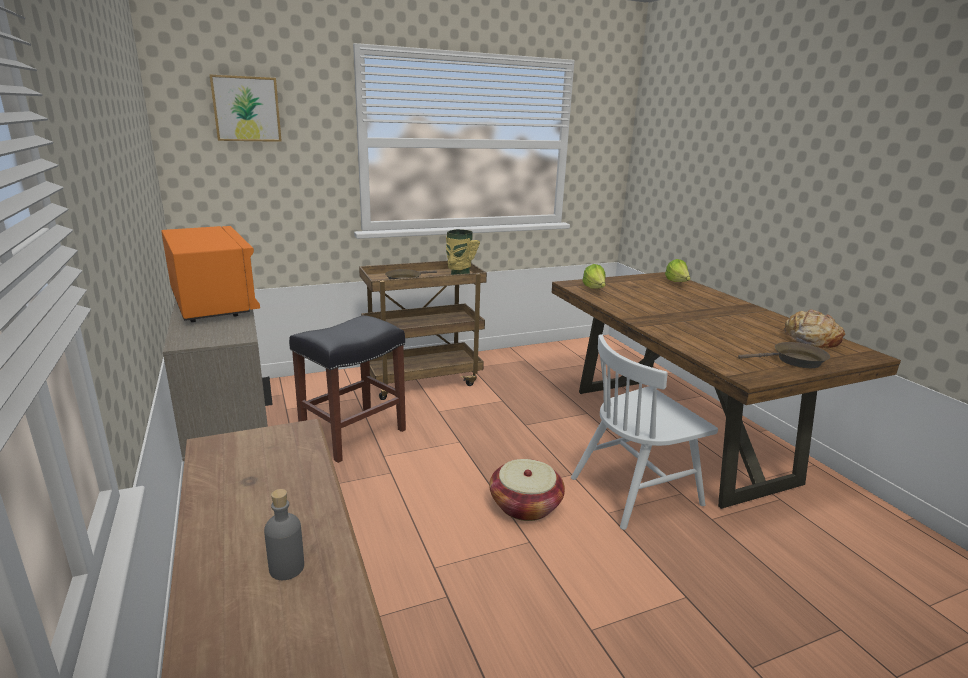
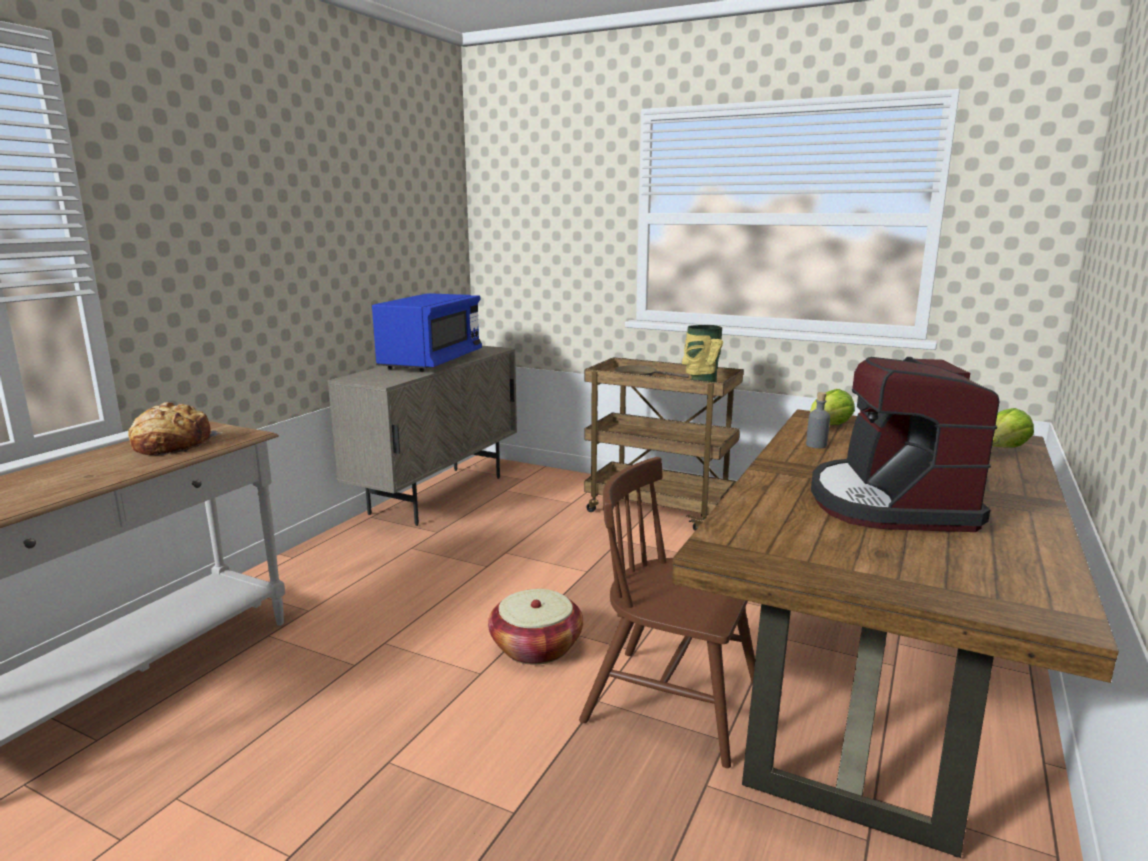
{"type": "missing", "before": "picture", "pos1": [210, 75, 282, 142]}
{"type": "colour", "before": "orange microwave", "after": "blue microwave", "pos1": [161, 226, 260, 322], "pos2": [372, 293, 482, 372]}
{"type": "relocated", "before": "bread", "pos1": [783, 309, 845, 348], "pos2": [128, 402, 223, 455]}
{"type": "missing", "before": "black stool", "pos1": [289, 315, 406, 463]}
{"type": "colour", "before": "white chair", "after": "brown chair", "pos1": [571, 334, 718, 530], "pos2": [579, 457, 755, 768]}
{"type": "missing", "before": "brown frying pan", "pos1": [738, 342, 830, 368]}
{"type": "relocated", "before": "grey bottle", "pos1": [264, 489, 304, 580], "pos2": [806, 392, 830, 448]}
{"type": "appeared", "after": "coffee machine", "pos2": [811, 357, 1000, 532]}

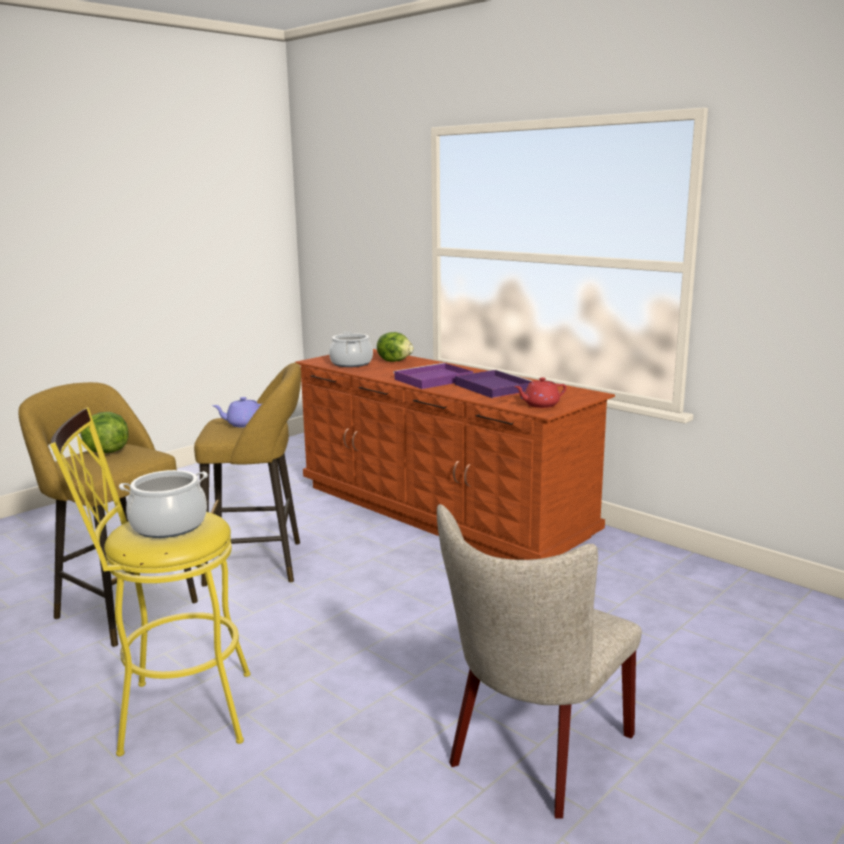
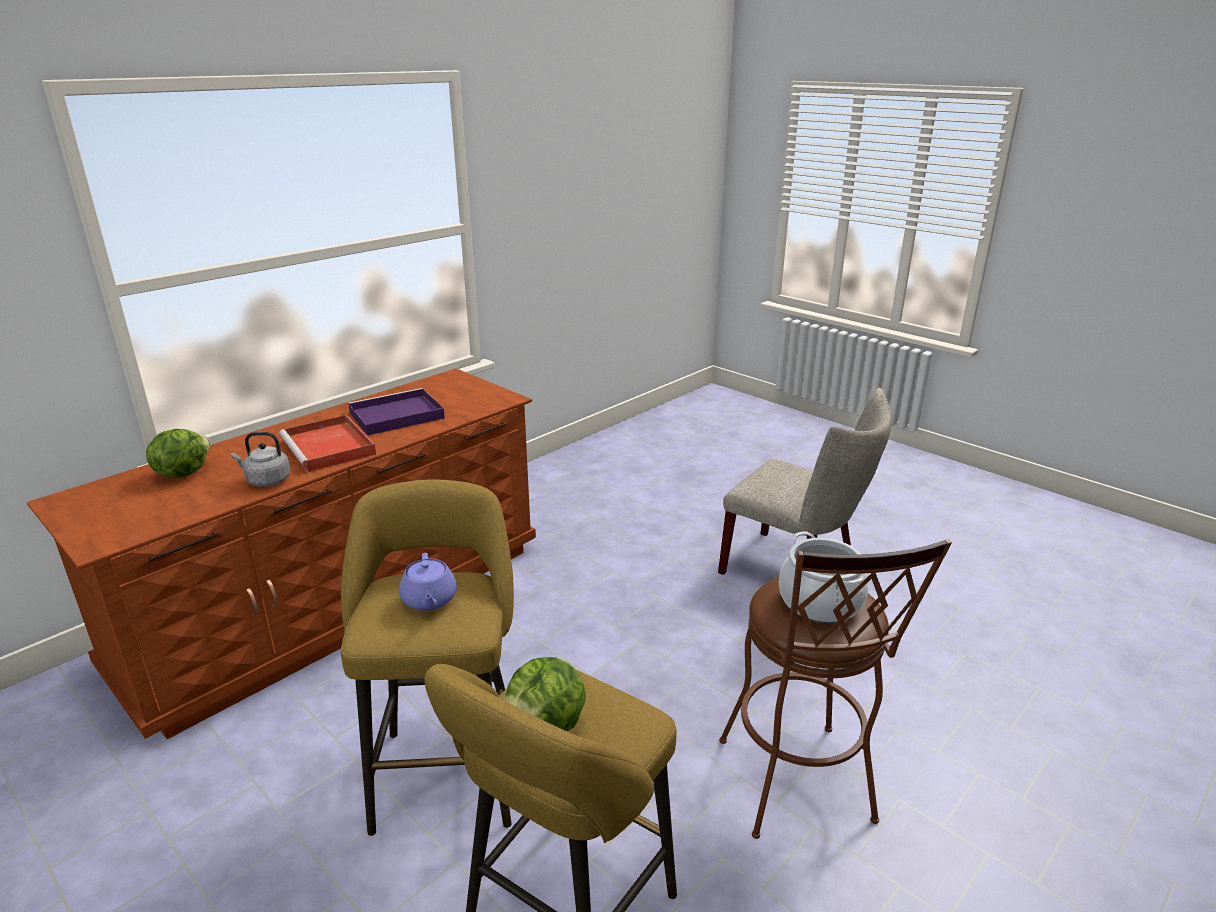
{"type": "missing", "before": "cooking pot", "pos1": [329, 332, 373, 367]}
{"type": "colour", "before": "purple tray", "after": "red tray", "pos1": [393, 363, 473, 389], "pos2": [279, 415, 376, 472]}
{"type": "missing", "before": "red teapot", "pos1": [514, 377, 567, 408]}
{"type": "colour", "before": "yellow stool", "after": "brown stool", "pos1": [50, 408, 251, 756], "pos2": [719, 539, 952, 839]}
{"type": "appeared", "after": "grey kettle", "pos2": [231, 432, 291, 487]}

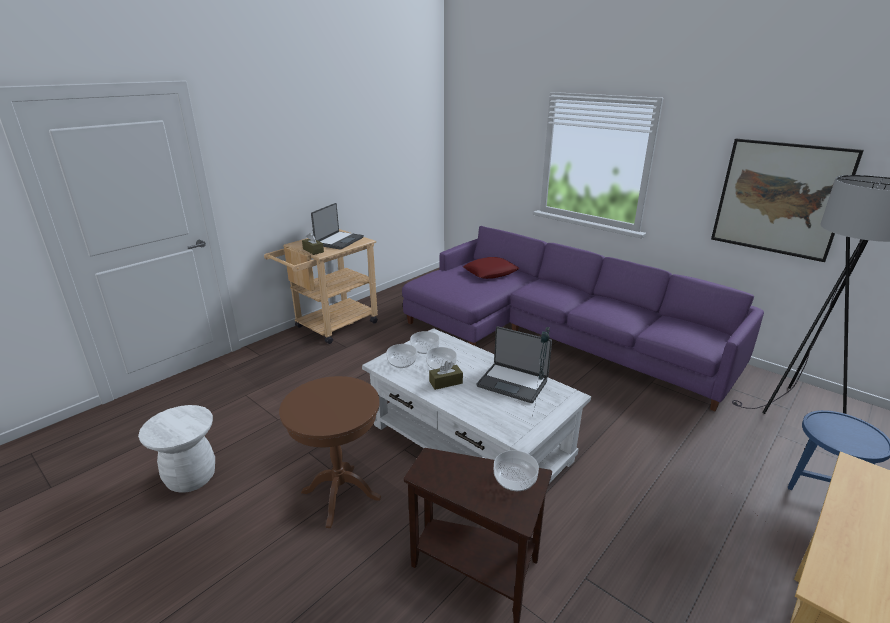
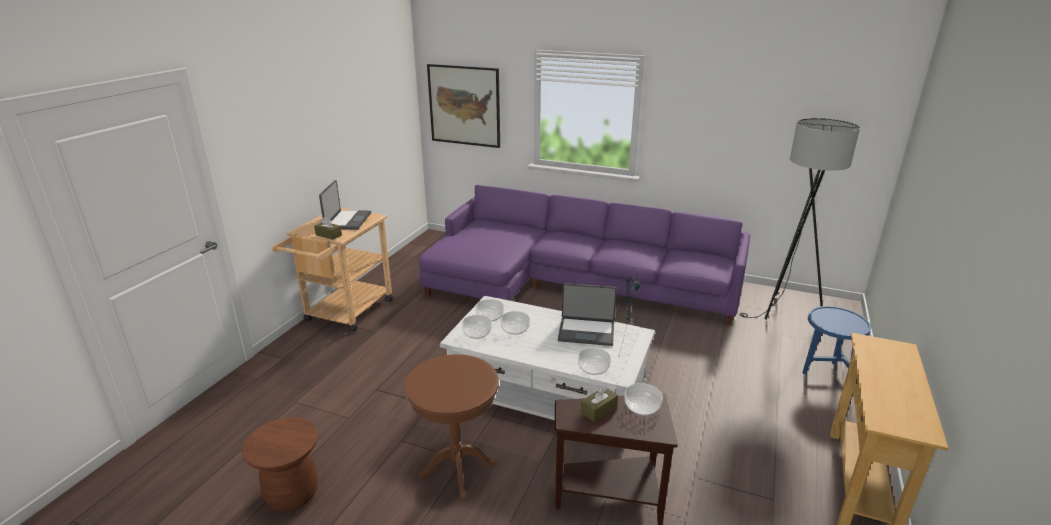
{"type": "relocated", "before": "picture", "pos1": [711, 139, 864, 262], "pos2": [427, 64, 500, 148]}
{"type": "missing", "before": "red pillow", "pos1": [463, 257, 519, 279]}
{"type": "relocated", "before": "brown tissue box", "pos1": [429, 361, 463, 390], "pos2": [581, 386, 618, 422]}
{"type": "colour", "before": "white stool", "after": "brown stool", "pos1": [138, 405, 215, 493], "pos2": [242, 417, 318, 511]}
{"type": "appeared", "after": "bowl", "pos2": [578, 348, 611, 375]}

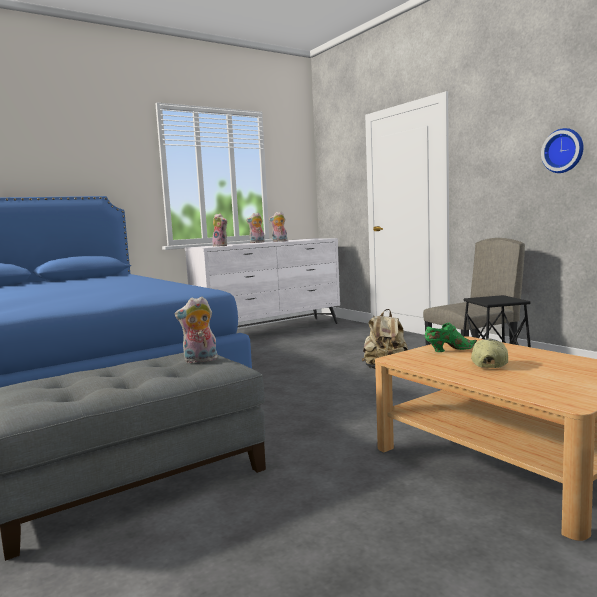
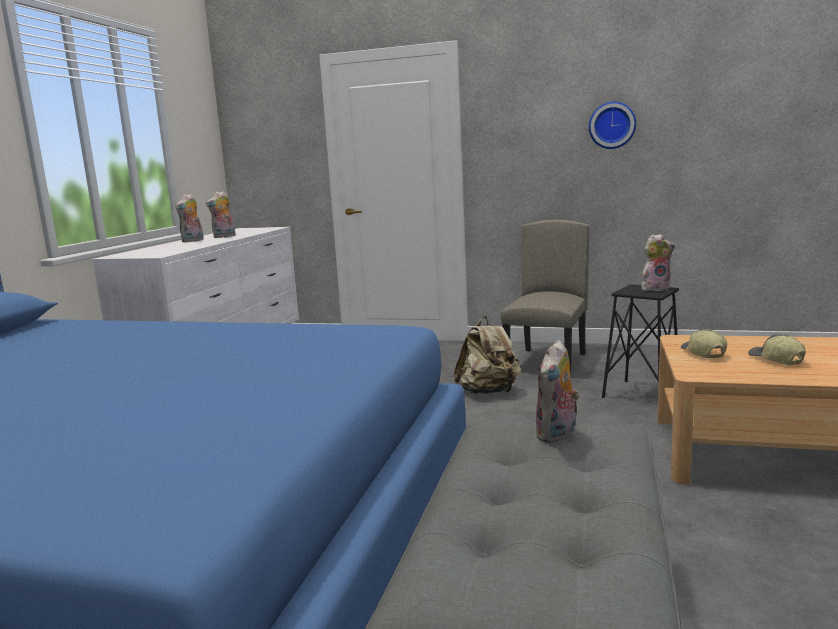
{"type": "relocated", "before": "plush toy", "pos1": [213, 214, 227, 247], "pos2": [641, 234, 675, 291]}
{"type": "exchanged", "before": "green shoe", "after": "cap", "pos1": [425, 323, 477, 352], "pos2": [681, 329, 727, 358]}

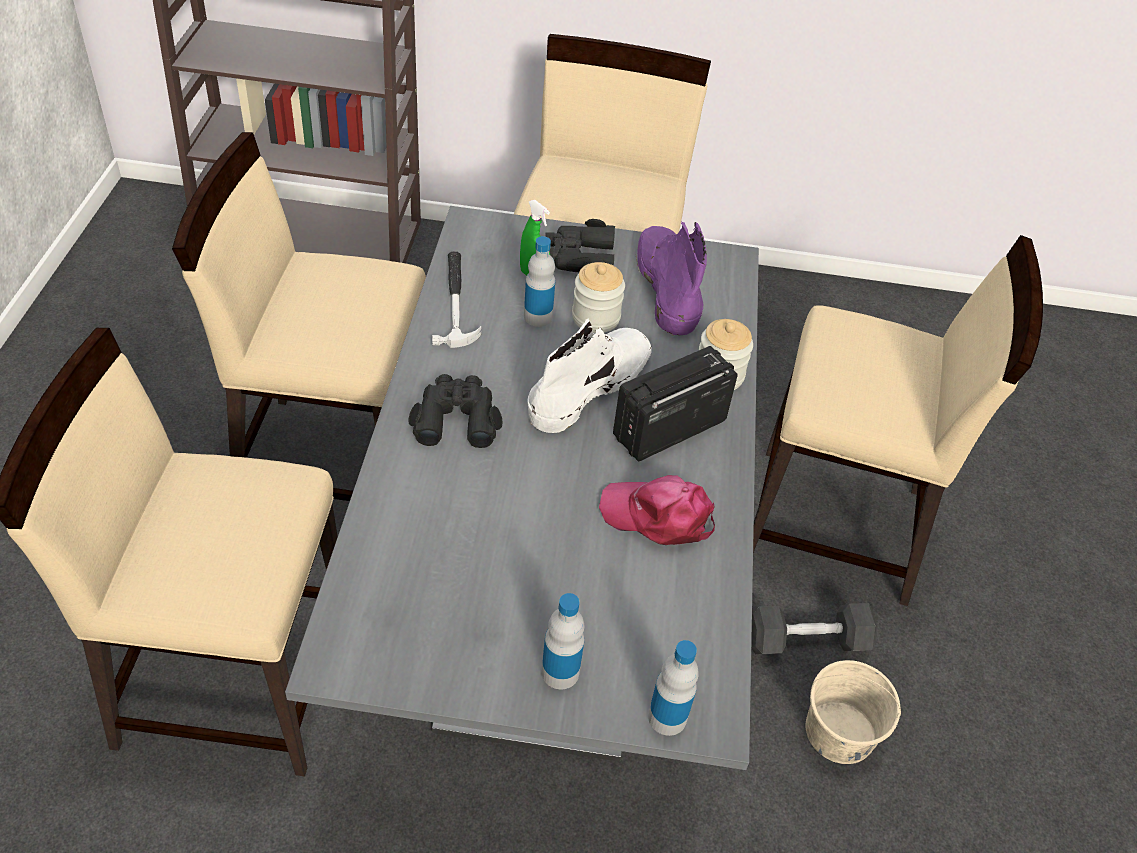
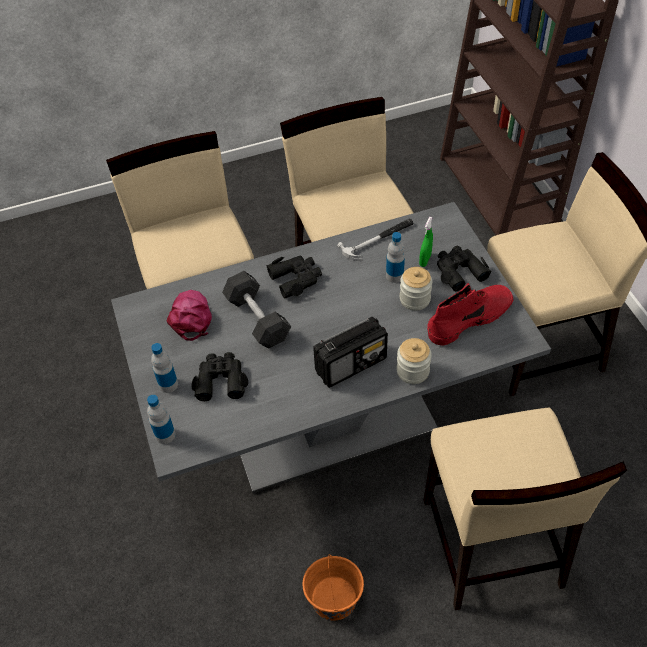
{"type": "colour", "before": "purple boot", "after": "red boot", "pos1": [636, 222, 707, 336], "pos2": [427, 283, 513, 345]}
{"type": "missing", "before": "white boot", "pos1": [527, 319, 652, 433]}
{"type": "spun", "before": "radio", "pos1": [613, 346, 738, 461], "pos2": [313, 317, 388, 388], "turn": 120}
{"type": "relocated", "before": "pink cap", "pos1": [599, 475, 715, 545], "pos2": [167, 290, 212, 341]}
{"type": "relocated", "before": "black dumbbell", "pos1": [751, 603, 877, 654], "pos2": [222, 271, 291, 349]}
{"type": "colour", "before": "beige bucket", "after": "orange bucket", "pos1": [805, 660, 901, 764], "pos2": [303, 554, 364, 621]}
{"type": "appeared", "after": "black binoculars", "pos2": [192, 352, 248, 401]}

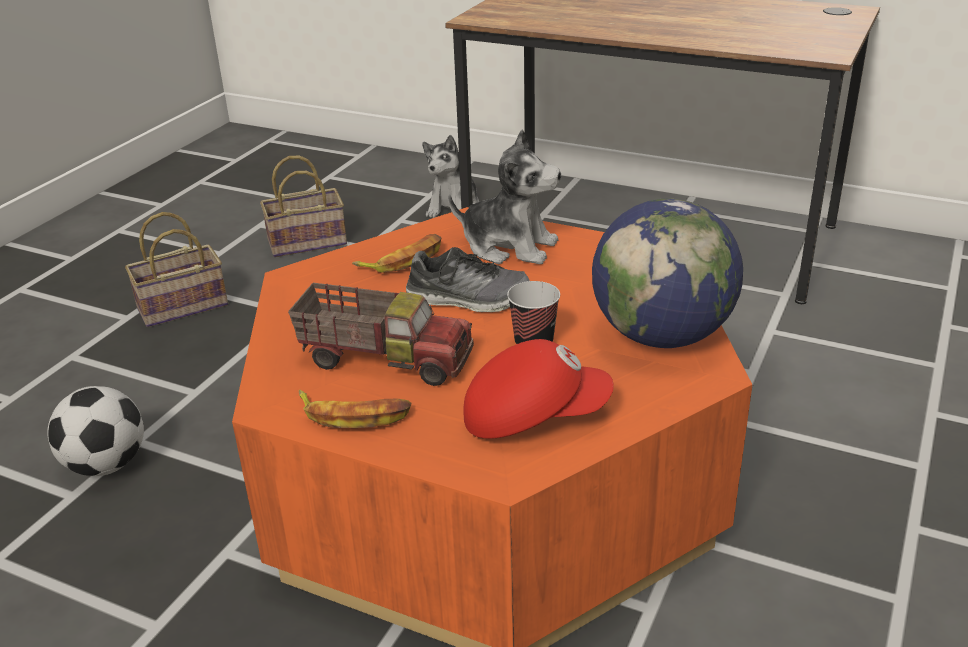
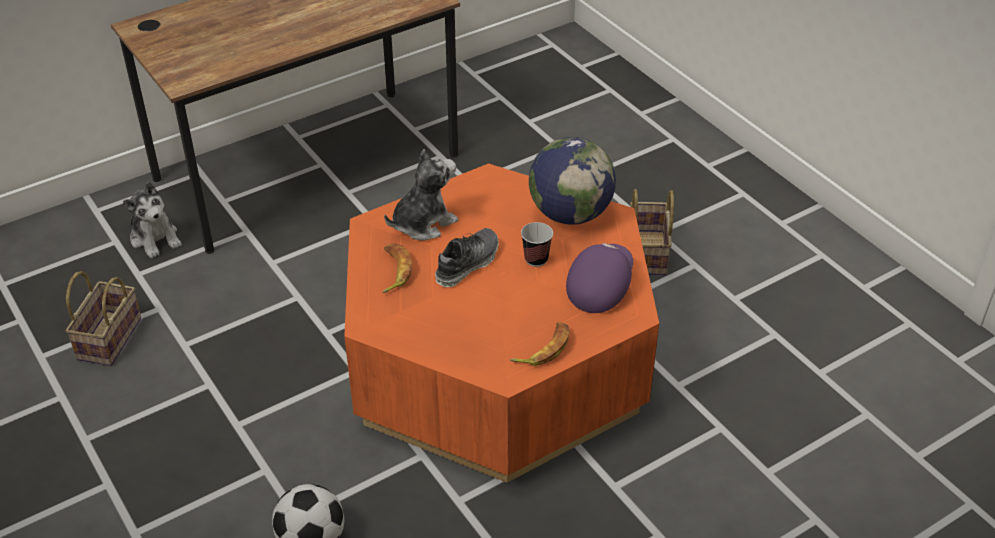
{"type": "relocated", "before": "basket", "pos1": [125, 212, 228, 327], "pos2": [630, 189, 674, 275]}
{"type": "missing", "before": "toy truck", "pos1": [288, 283, 474, 386]}
{"type": "colour", "before": "red cap", "after": "purple cap", "pos1": [463, 339, 614, 439], "pos2": [566, 243, 633, 313]}

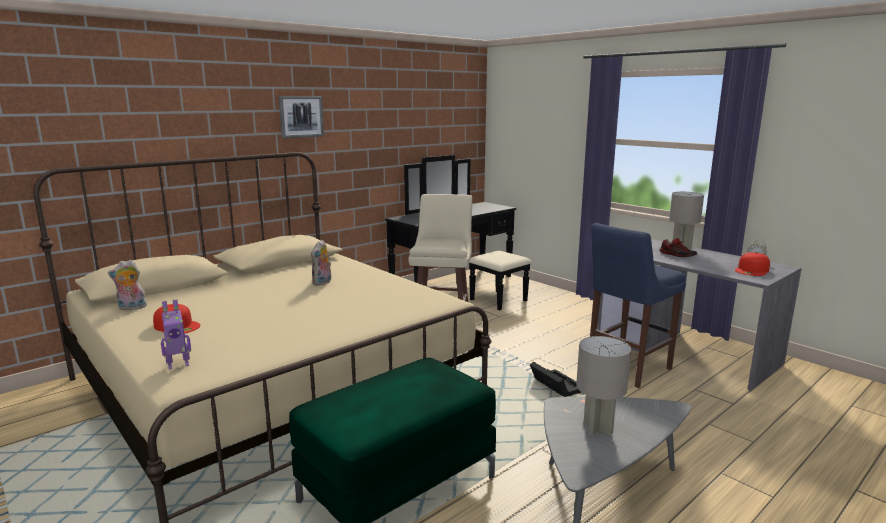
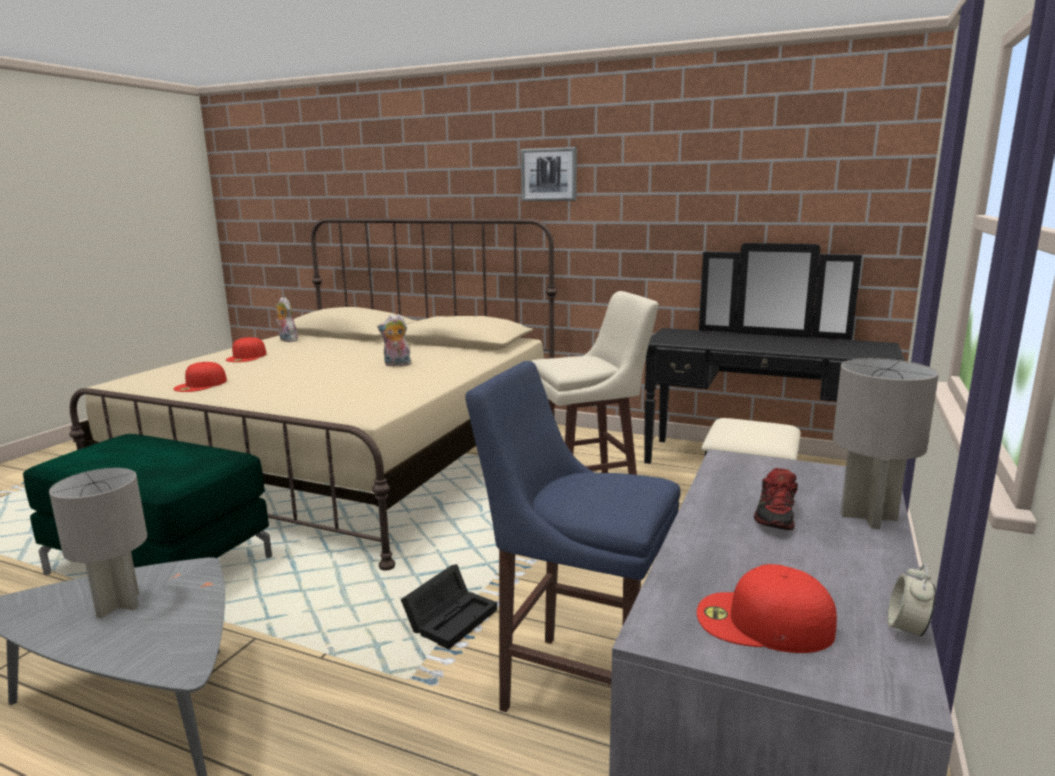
{"type": "missing", "before": "toy robot", "pos1": [161, 300, 191, 370]}
{"type": "appeared", "after": "red cap", "pos2": [173, 362, 227, 392]}

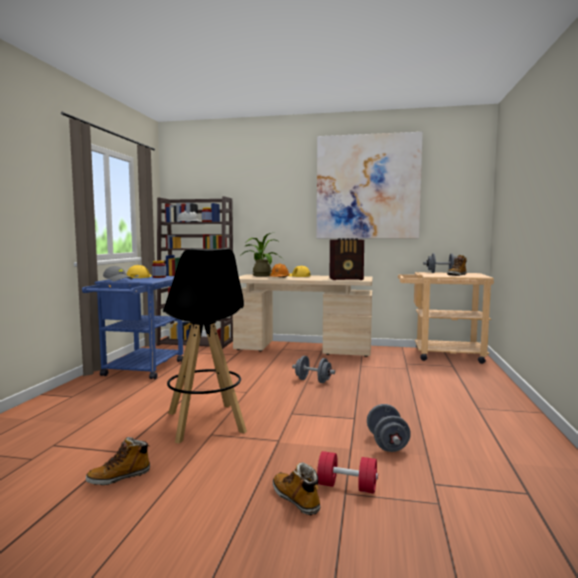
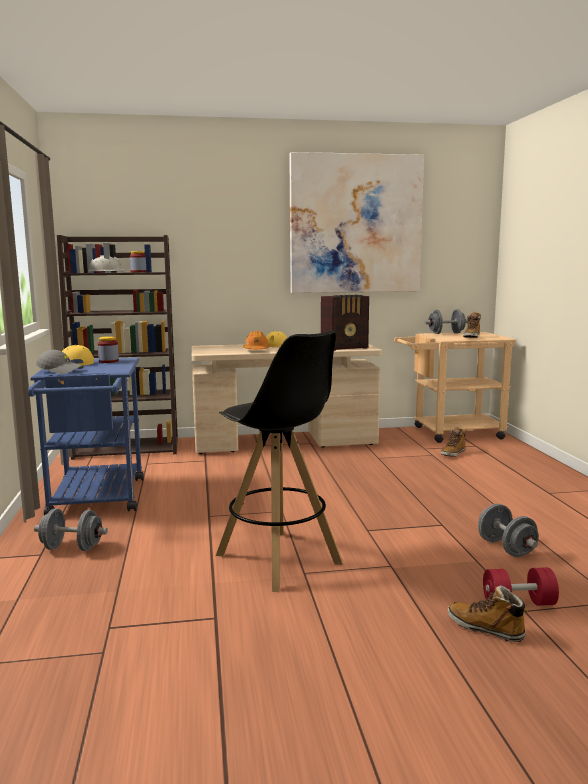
{"type": "missing", "before": "potted plant", "pos1": [241, 232, 280, 277]}
{"type": "relocated", "before": "grey dumbbell", "pos1": [292, 356, 335, 383], "pos2": [34, 509, 108, 551]}
{"type": "relocated", "before": "boot", "pos1": [86, 437, 151, 485], "pos2": [440, 427, 466, 457]}

